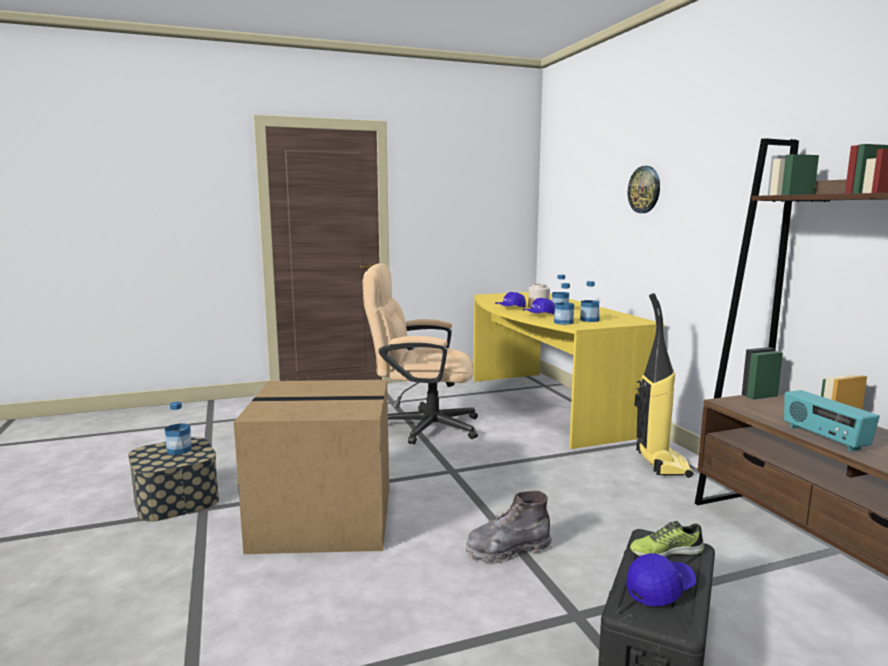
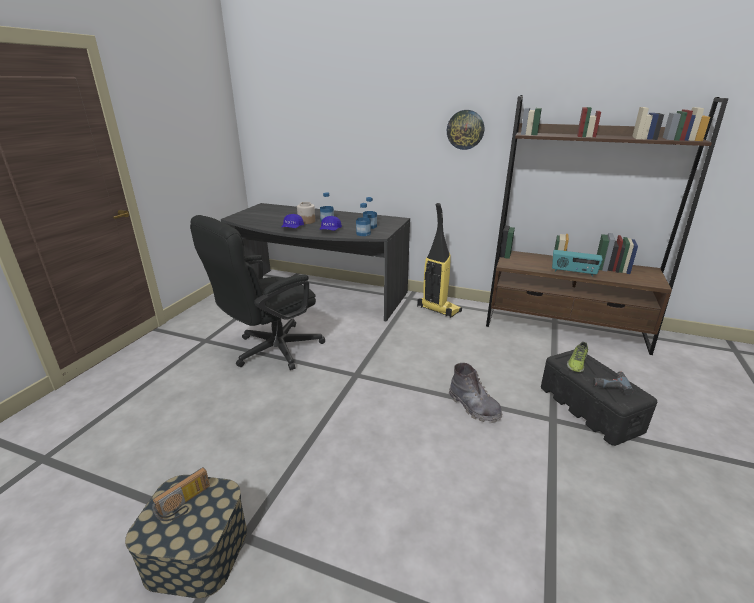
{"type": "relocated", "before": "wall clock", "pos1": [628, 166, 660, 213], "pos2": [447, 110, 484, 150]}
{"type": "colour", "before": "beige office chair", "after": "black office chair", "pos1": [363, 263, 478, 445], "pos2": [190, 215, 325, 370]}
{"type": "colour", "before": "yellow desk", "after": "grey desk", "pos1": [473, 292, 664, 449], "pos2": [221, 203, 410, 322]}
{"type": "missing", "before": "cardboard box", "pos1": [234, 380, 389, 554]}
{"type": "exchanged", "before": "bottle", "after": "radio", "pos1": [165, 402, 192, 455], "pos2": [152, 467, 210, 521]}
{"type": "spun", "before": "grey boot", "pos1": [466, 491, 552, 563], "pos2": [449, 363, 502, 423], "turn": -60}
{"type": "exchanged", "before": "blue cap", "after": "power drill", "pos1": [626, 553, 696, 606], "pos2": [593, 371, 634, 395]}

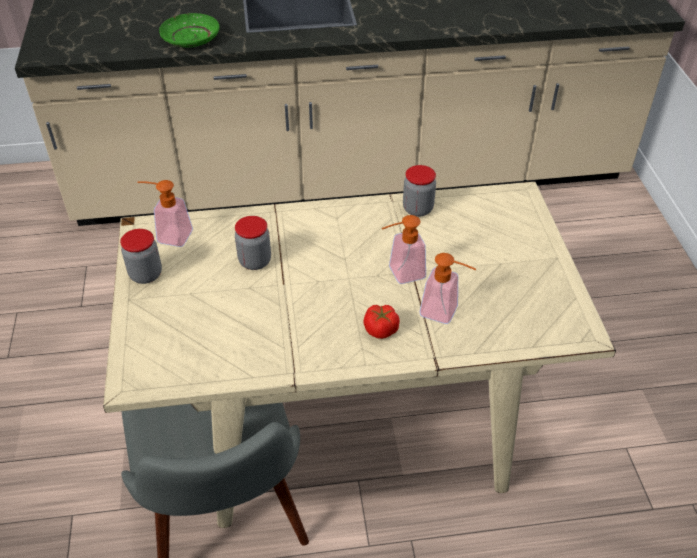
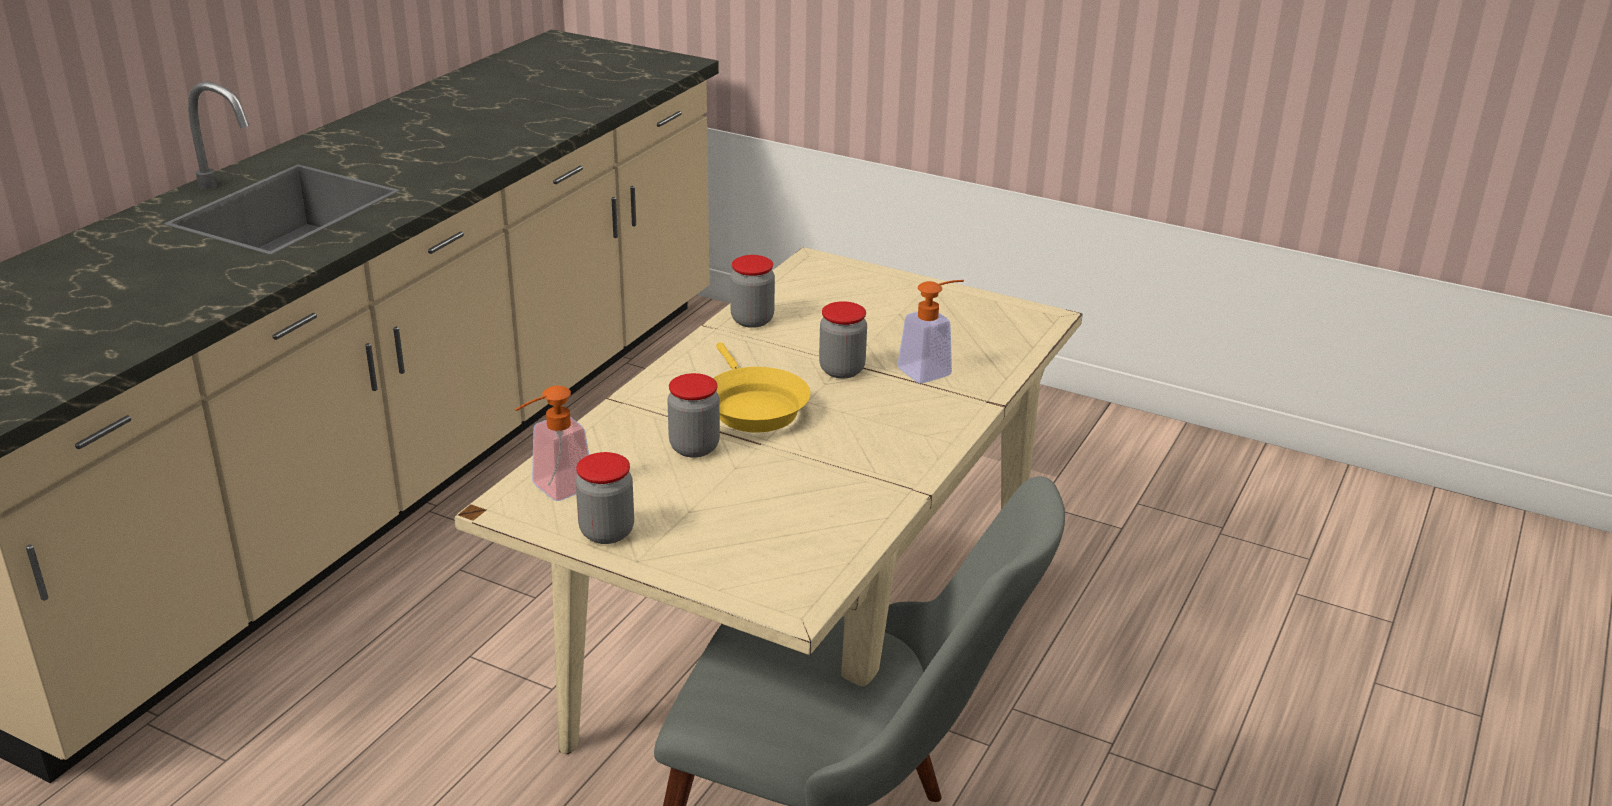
{"type": "missing", "before": "green plate", "pos1": [159, 13, 219, 47]}
{"type": "exchanged", "before": "soap dispenser", "after": "jar", "pos1": [382, 215, 426, 284], "pos2": [819, 301, 867, 379]}
{"type": "missing", "before": "tomato", "pos1": [363, 305, 400, 339]}
{"type": "appeared", "after": "yellow frying pan", "pos2": [713, 342, 810, 433]}

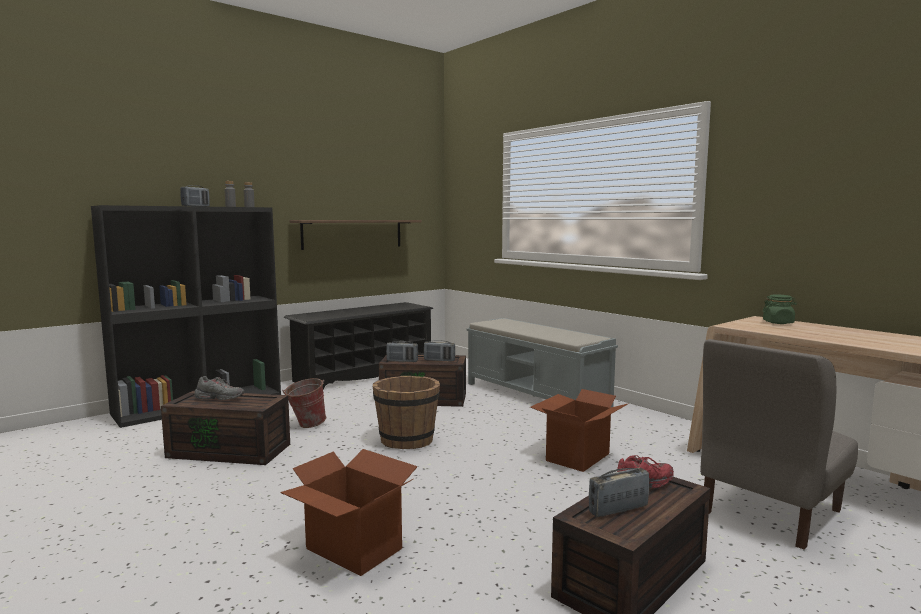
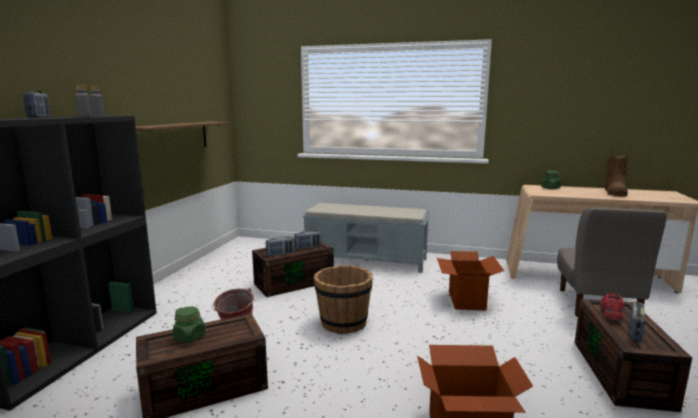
{"type": "missing", "before": "black shoe rack", "pos1": [283, 302, 433, 389]}
{"type": "exchanged", "before": "grey shoe", "after": "green jar", "pos1": [195, 376, 244, 400], "pos2": [173, 306, 206, 343]}
{"type": "appeared", "after": "brown boot", "pos2": [605, 156, 628, 196]}

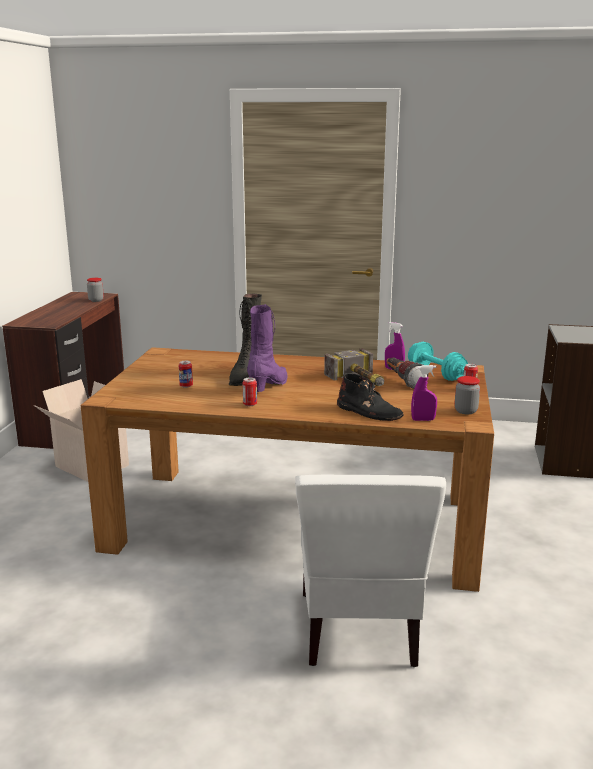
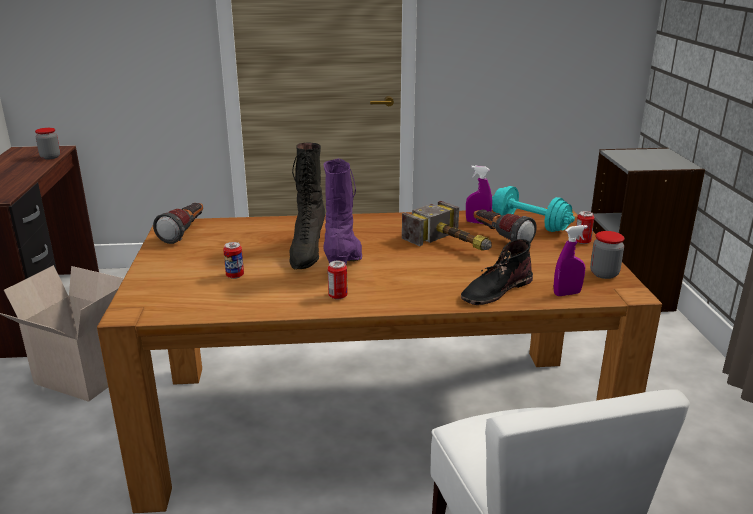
{"type": "spun", "before": "black boot", "pos1": [337, 373, 404, 421], "pos2": [461, 239, 533, 305], "turn": 120}
{"type": "appeared", "after": "flashlight", "pos2": [153, 203, 203, 244]}

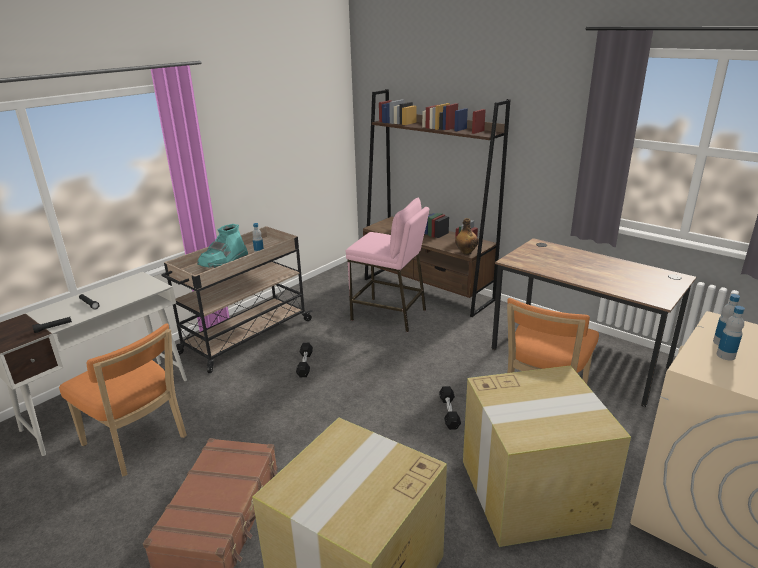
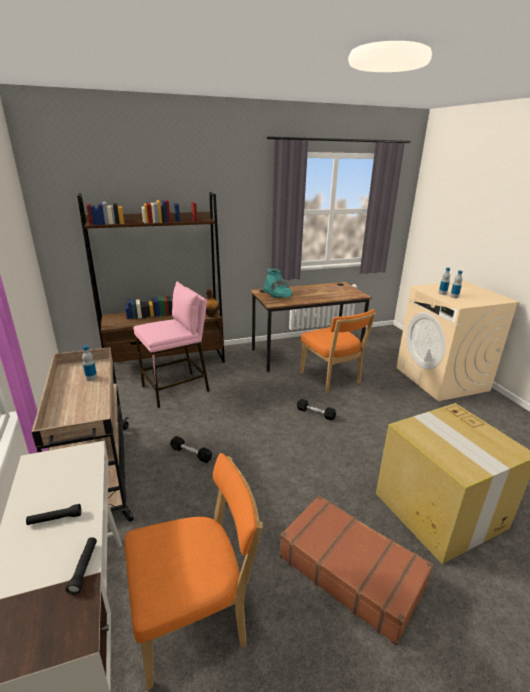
{"type": "relocated", "before": "turquoise boot", "pos1": [197, 224, 248, 268], "pos2": [263, 268, 293, 298]}
{"type": "missing", "before": "cardboard box", "pos1": [463, 365, 631, 547]}

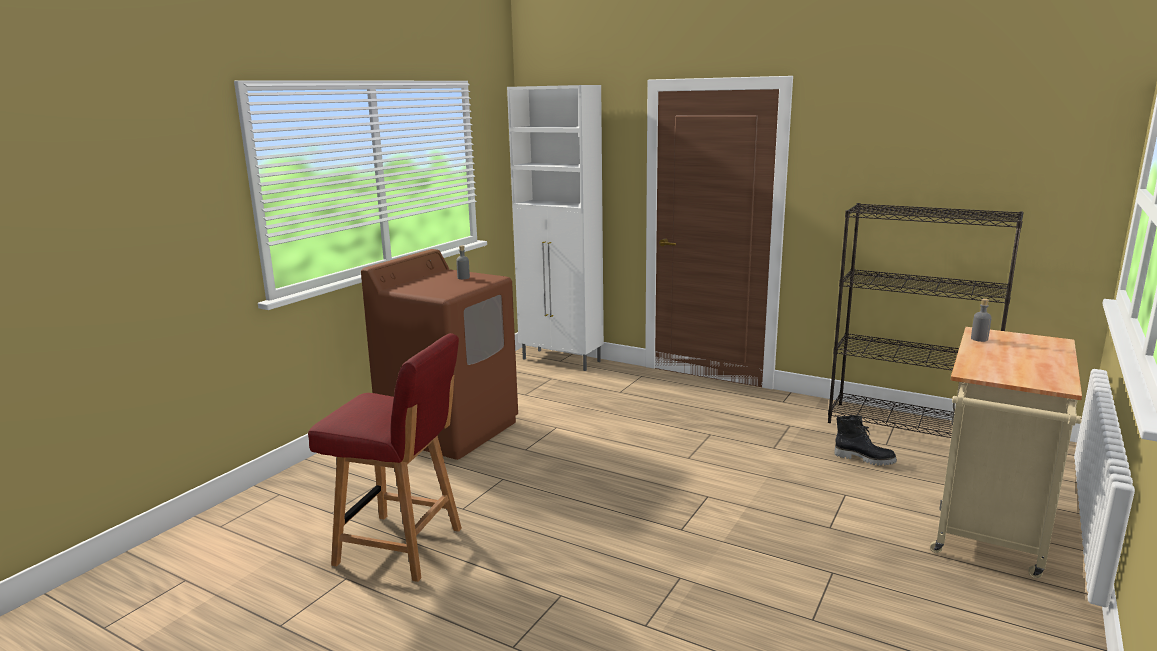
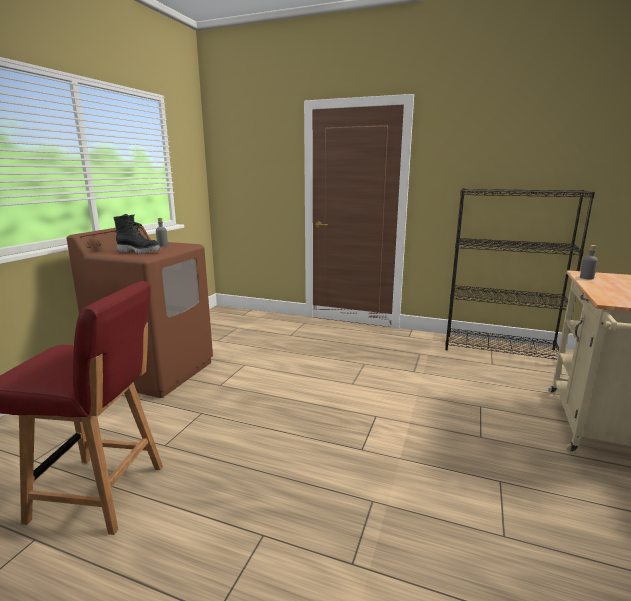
{"type": "missing", "before": "white cabinet", "pos1": [507, 85, 604, 371]}
{"type": "relocated", "before": "black boot", "pos1": [834, 415, 897, 466], "pos2": [113, 214, 160, 254]}

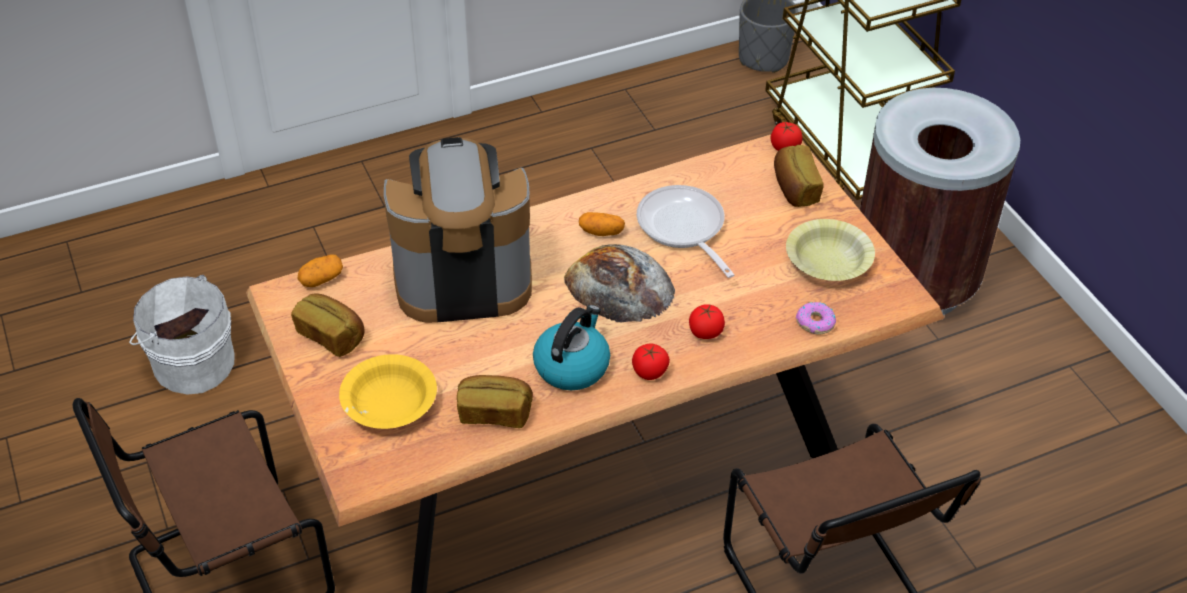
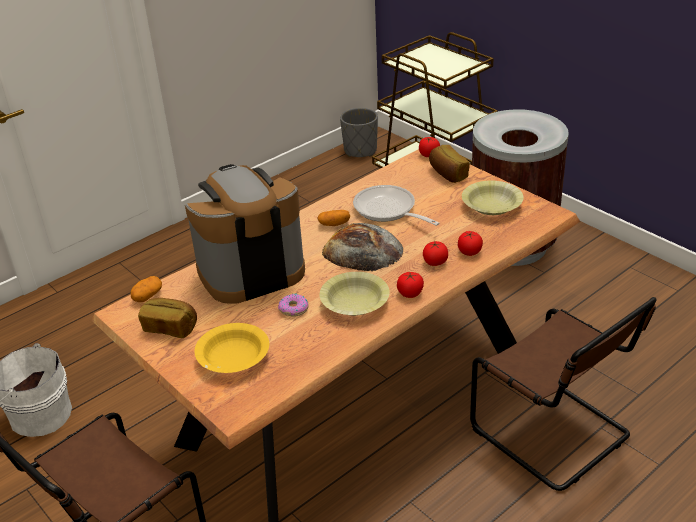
{"type": "relocated", "before": "donut", "pos1": [796, 302, 836, 335], "pos2": [278, 294, 308, 317]}
{"type": "exchanged", "before": "kettle", "after": "yellow bowl", "pos1": [533, 305, 610, 390], "pos2": [320, 272, 390, 316]}
{"type": "missing", "before": "bread", "pos1": [457, 375, 533, 428]}
{"type": "appeared", "after": "tomato", "pos2": [458, 231, 483, 256]}

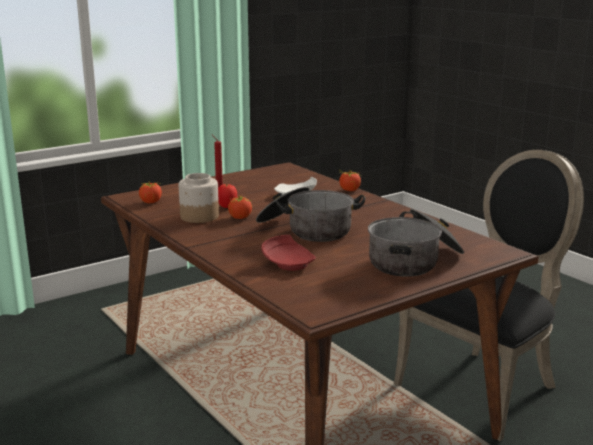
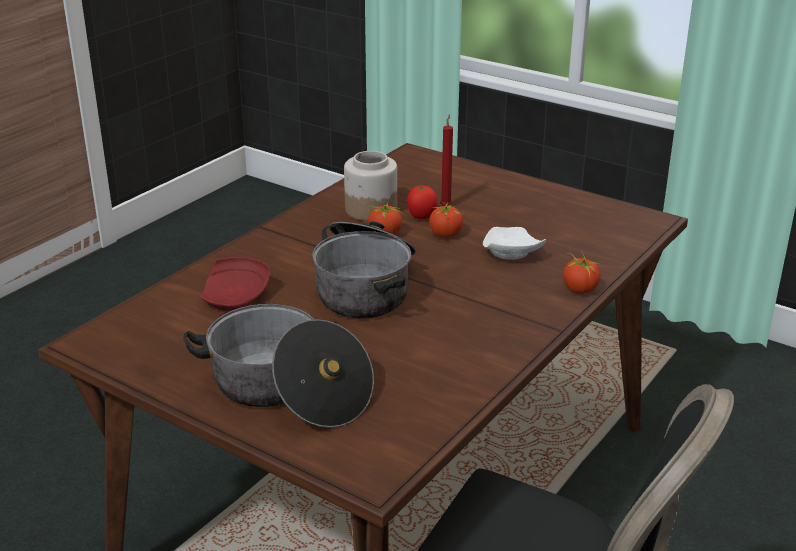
{"type": "relocated", "before": "tomato", "pos1": [139, 182, 162, 203], "pos2": [429, 202, 463, 238]}

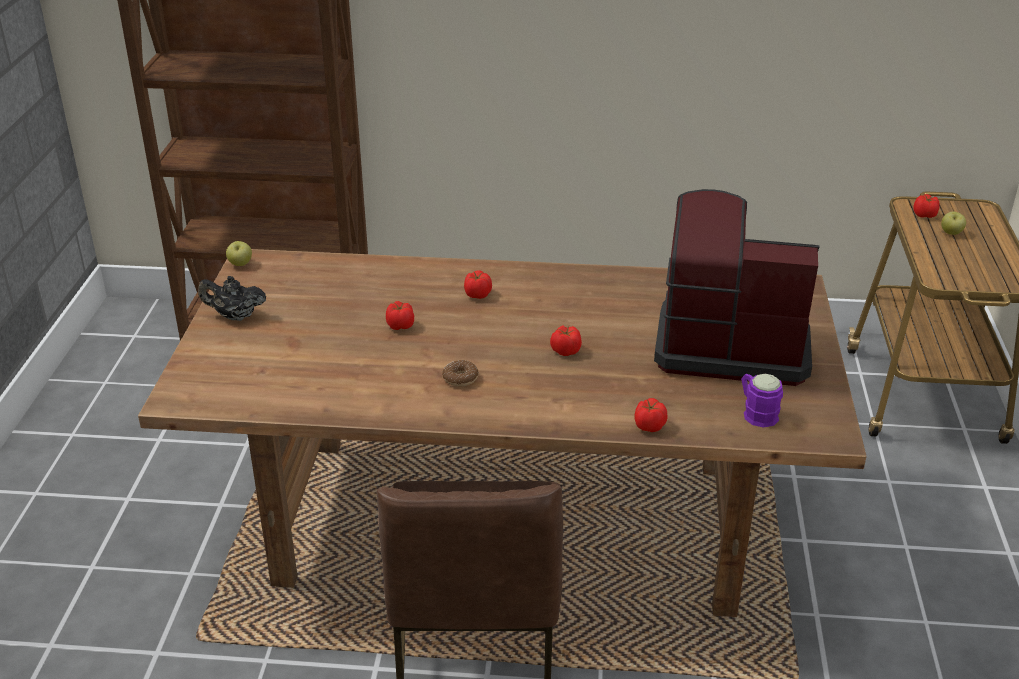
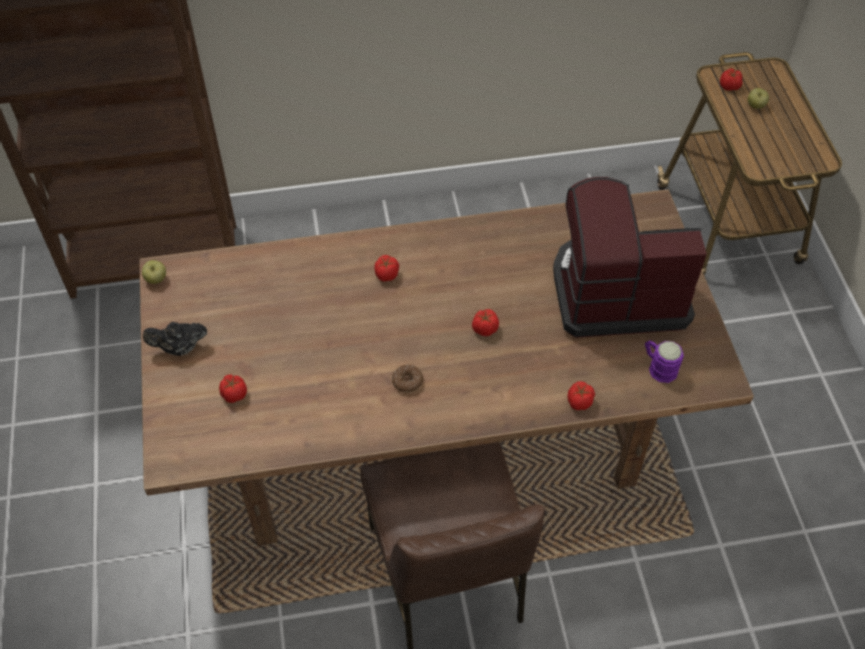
{"type": "relocated", "before": "tomato", "pos1": [386, 301, 414, 330], "pos2": [219, 374, 247, 403]}

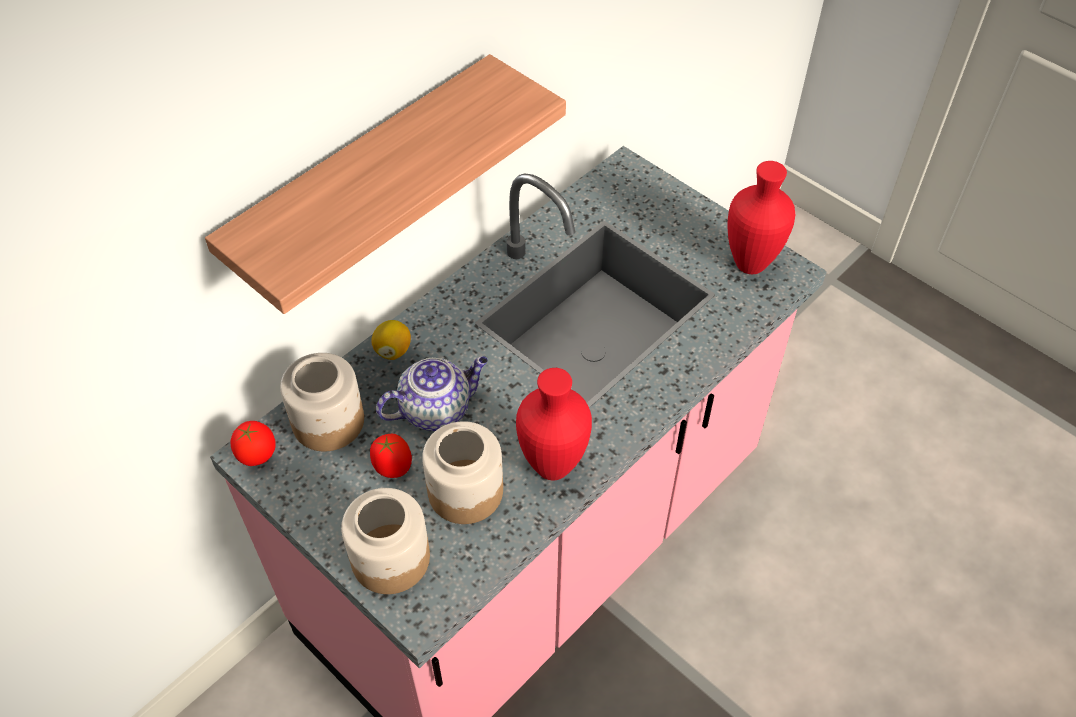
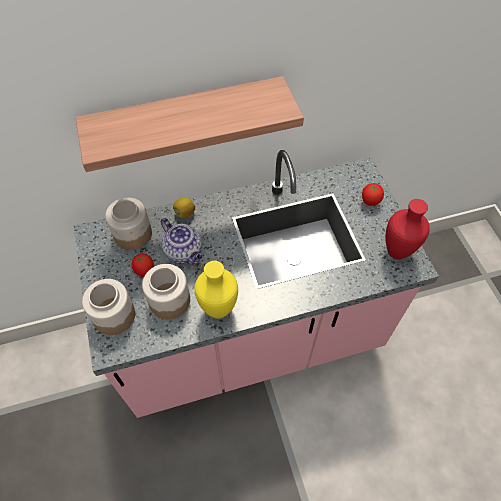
{"type": "spun", "before": "teapot", "pos1": [376, 357, 488, 431], "pos2": [160, 218, 202, 264], "turn": 45}
{"type": "colour", "before": "red vase", "after": "yellow vase", "pos1": [516, 368, 592, 480], "pos2": [195, 261, 238, 319]}
{"type": "relocated", "before": "tomato", "pos1": [230, 421, 276, 466], "pos2": [362, 183, 384, 206]}

